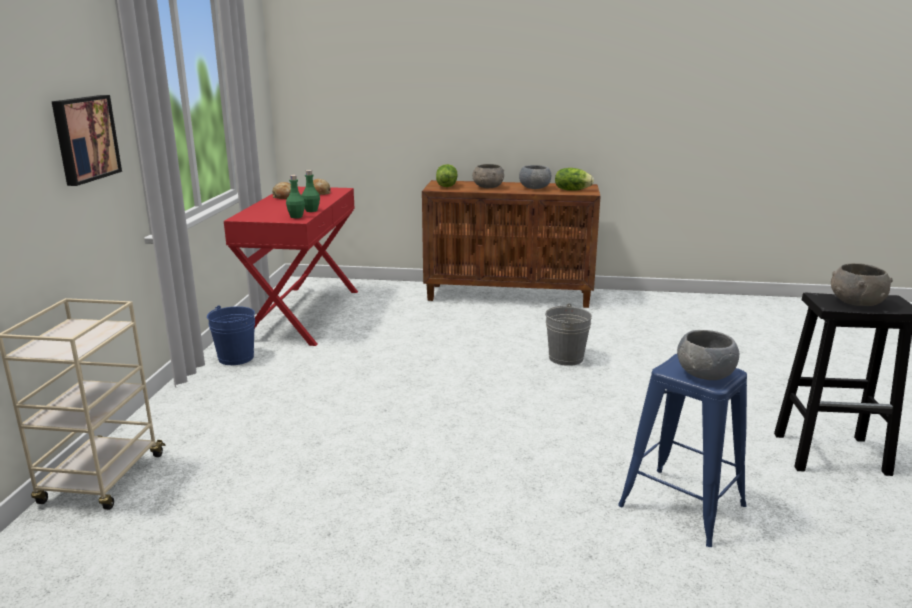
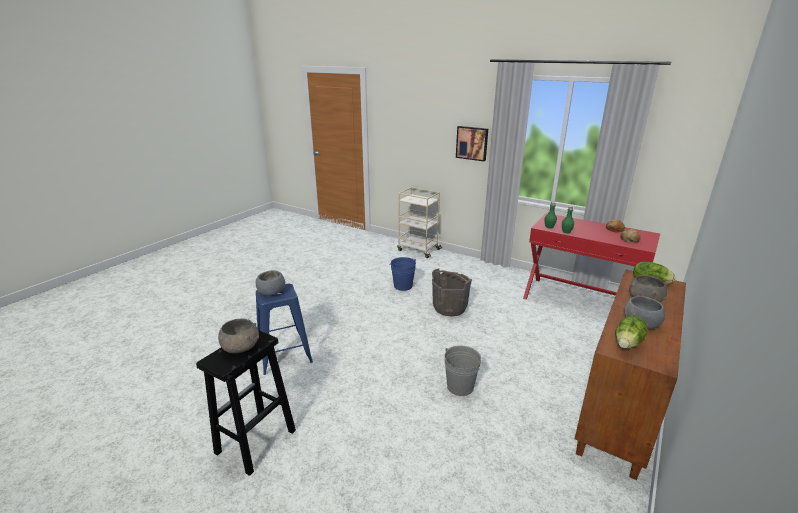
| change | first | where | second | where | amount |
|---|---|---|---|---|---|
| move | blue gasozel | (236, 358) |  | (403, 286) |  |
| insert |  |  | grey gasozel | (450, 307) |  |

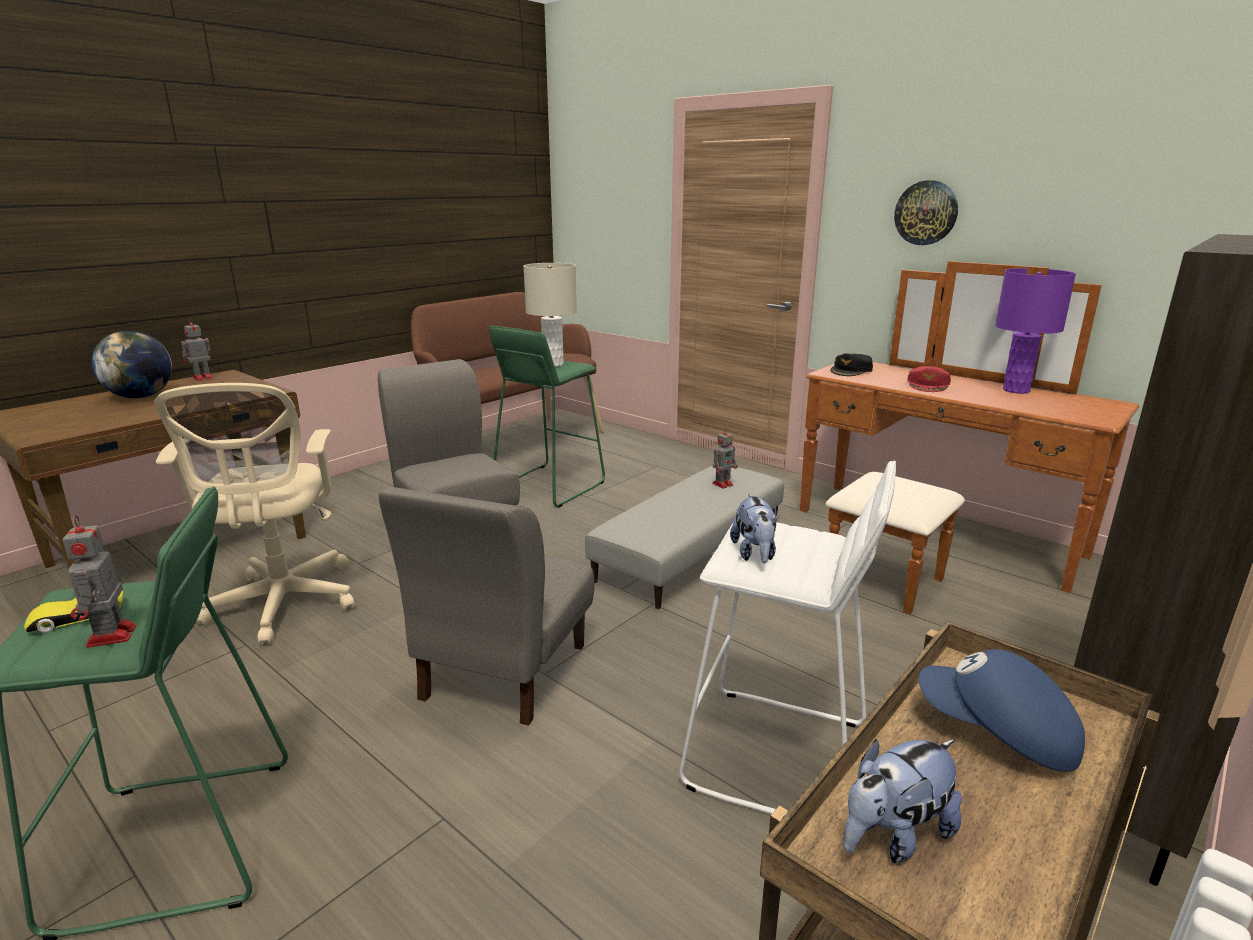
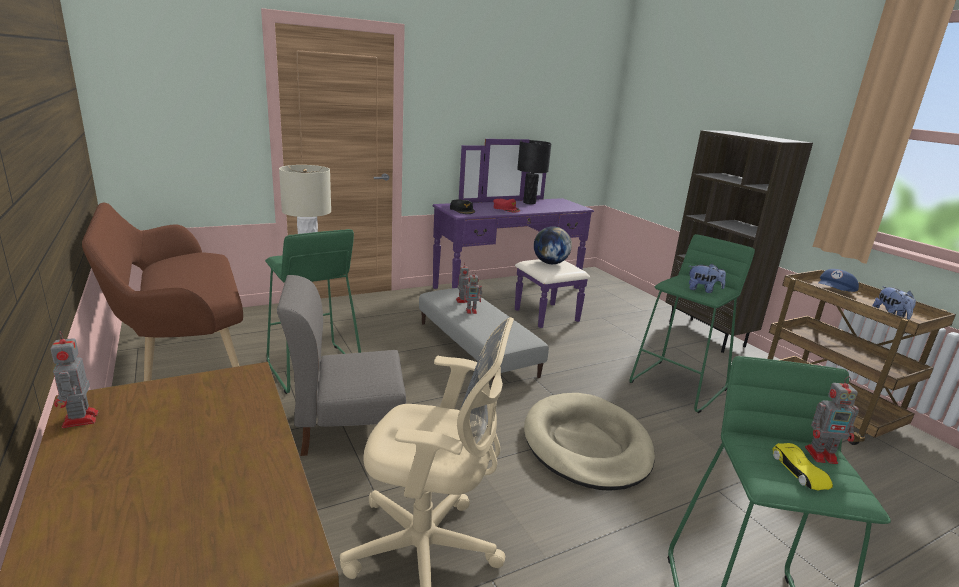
| change | first | where | second | where | amount |
|---|---|---|---|---|---|
| delete | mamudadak | (926, 213) |  |  |  |
| recolor | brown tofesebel | (926, 543) | purple tofesebel | (516, 293) |  |
| recolor | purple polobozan | (1016, 390) | black polobozan | (529, 202) |  |
| move | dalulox | (141, 396) |  | (550, 263) |  |
| recolor | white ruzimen | (776, 757) | green ruzimen | (678, 385) |  |
| replace | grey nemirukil | (503, 671) | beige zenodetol | (586, 445) |  |
| insert |  |  | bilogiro | (472, 311) |  |

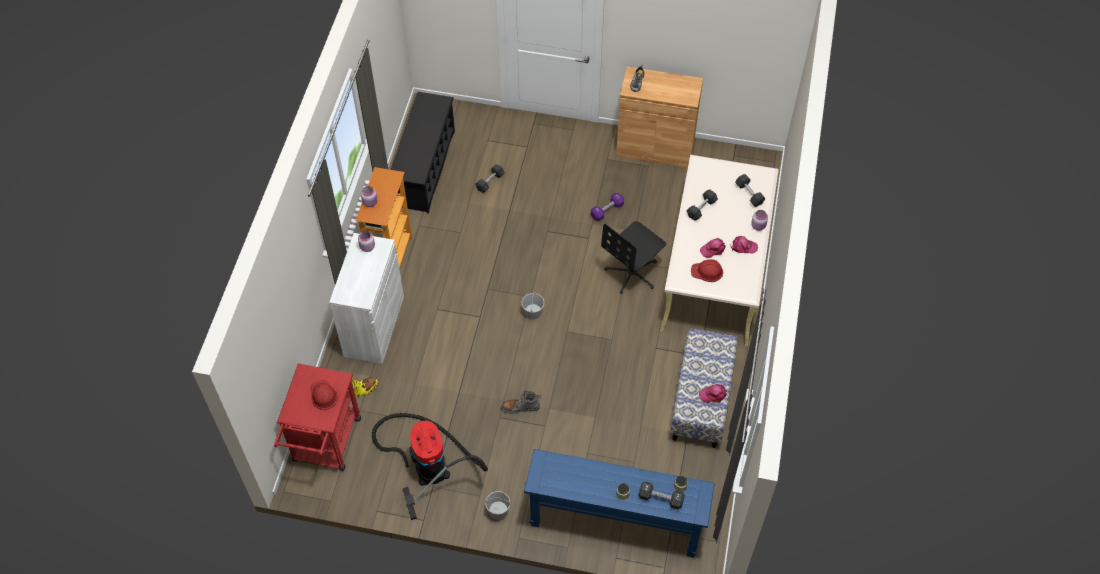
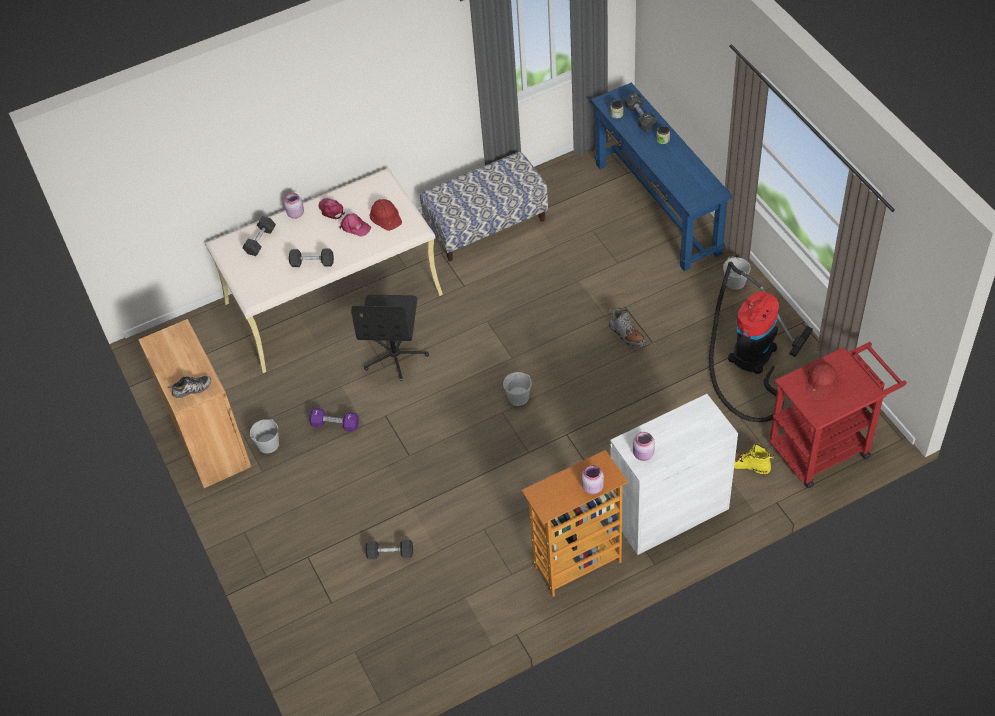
| change | first | where | second | where | amount |
|---|---|---|---|---|---|
| delete | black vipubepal | (425, 168) |  |  |  |
| rotate | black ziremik | (632, 273) |  | (395, 354) | 90 degrees clockwise |
| delete | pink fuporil | (713, 394) |  |  |  |
| insert |  |  | white gasozel | (268, 444) |  |

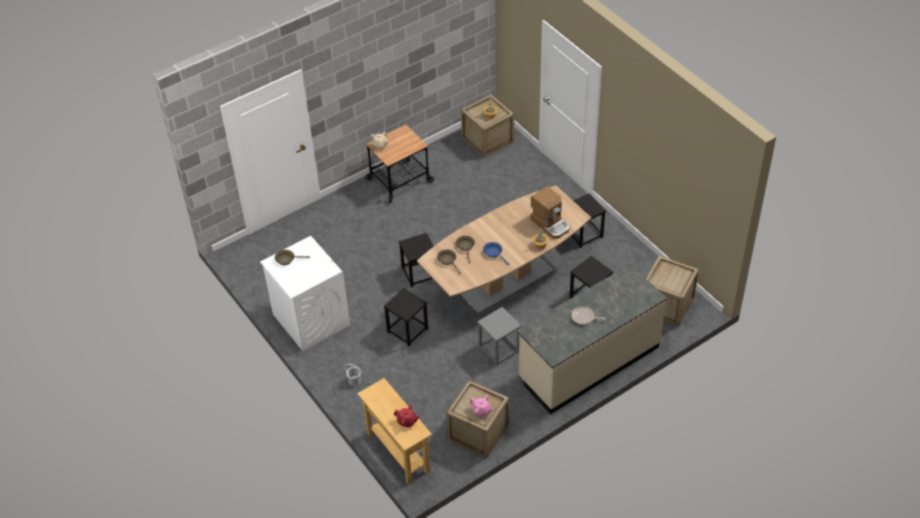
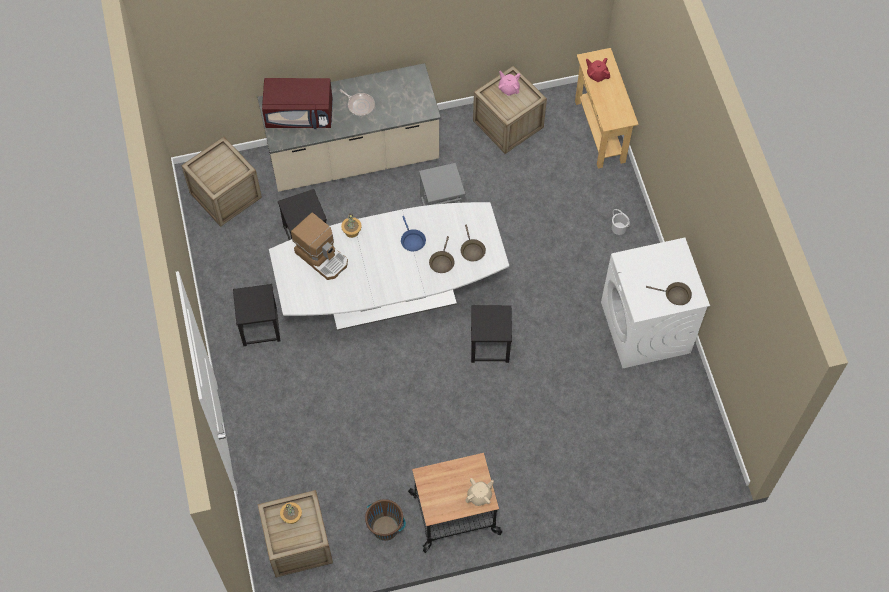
| change | first | where | second | where | amount |
|---|---|---|---|---|---|
| recolor | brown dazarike | (505, 280) | white dazarike | (391, 295) |  |
| rotate | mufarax | (551, 224) |  | (322, 257) | 150 degrees clockwise |
| delete | black ruzimen | (407, 330) |  |  |  |
| insert |  |  | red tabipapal | (300, 114) |  |
| insert |  |  | brown gasozel | (385, 528) |  |

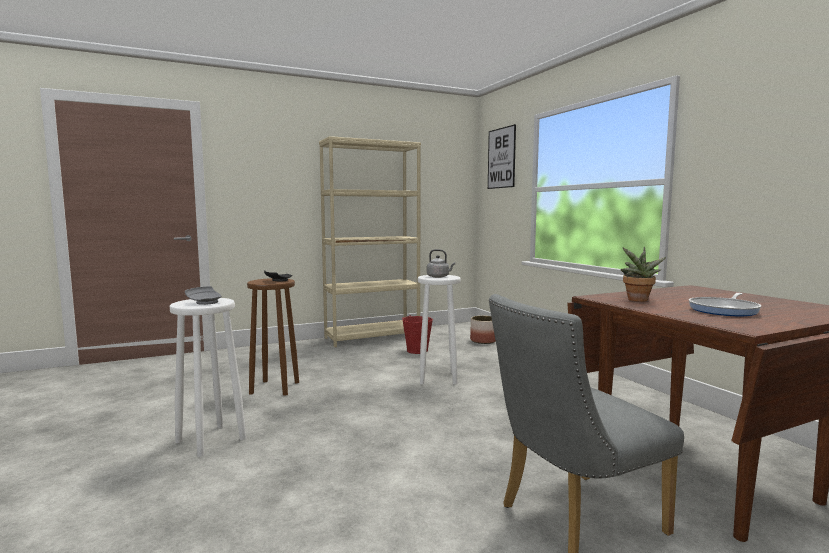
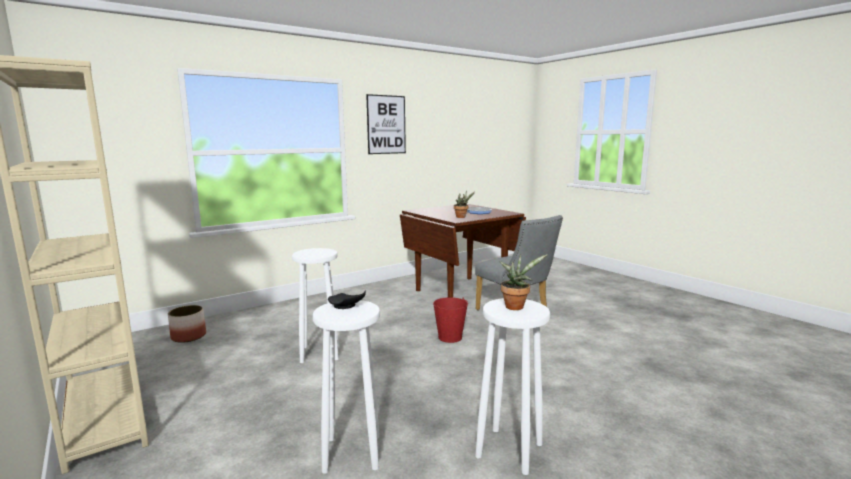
| change | first | where | second | where | amount |
|---|---|---|---|---|---|
| move | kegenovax | (501, 158) |  | (386, 124) |  |
| delete | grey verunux | (439, 277) |  |  |  |
| recolor | brown ruzimen | (275, 388) | white ruzimen | (352, 452) |  |
| replace | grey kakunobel | (205, 302) | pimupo | (516, 306) |  |
| move | red gasozel | (417, 350) |  | (450, 337) |  |

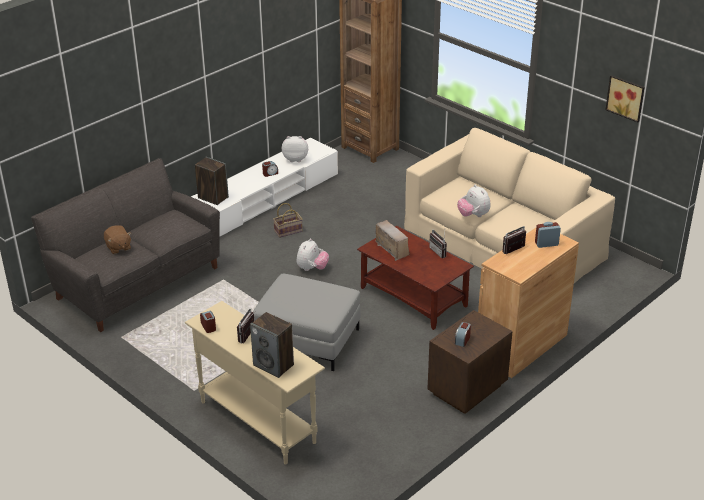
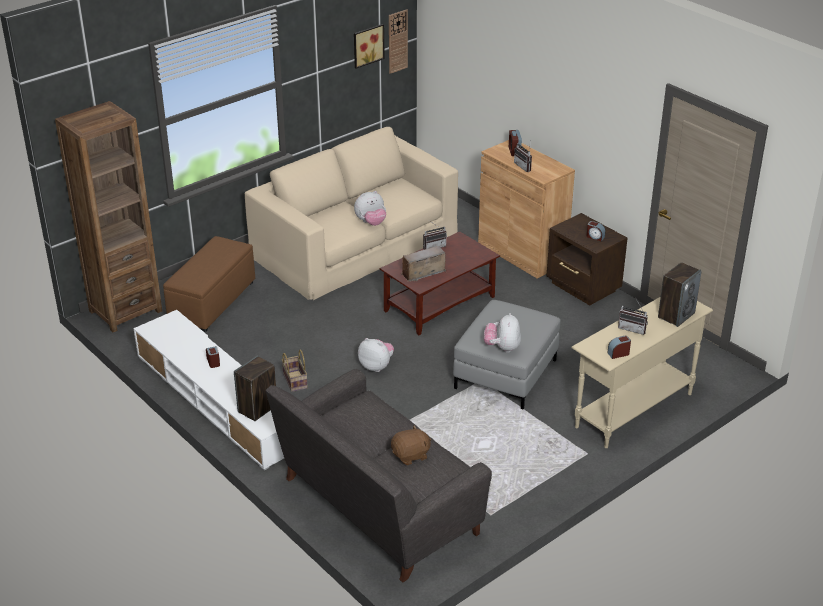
| change | first | where | second | where | amount |
|---|---|---|---|---|---|
| move | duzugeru | (295, 159) |  | (502, 348) |  |
| insert |  |  | mamudadak | (397, 41) |  |
| insert |  |  | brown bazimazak | (213, 301) |  |

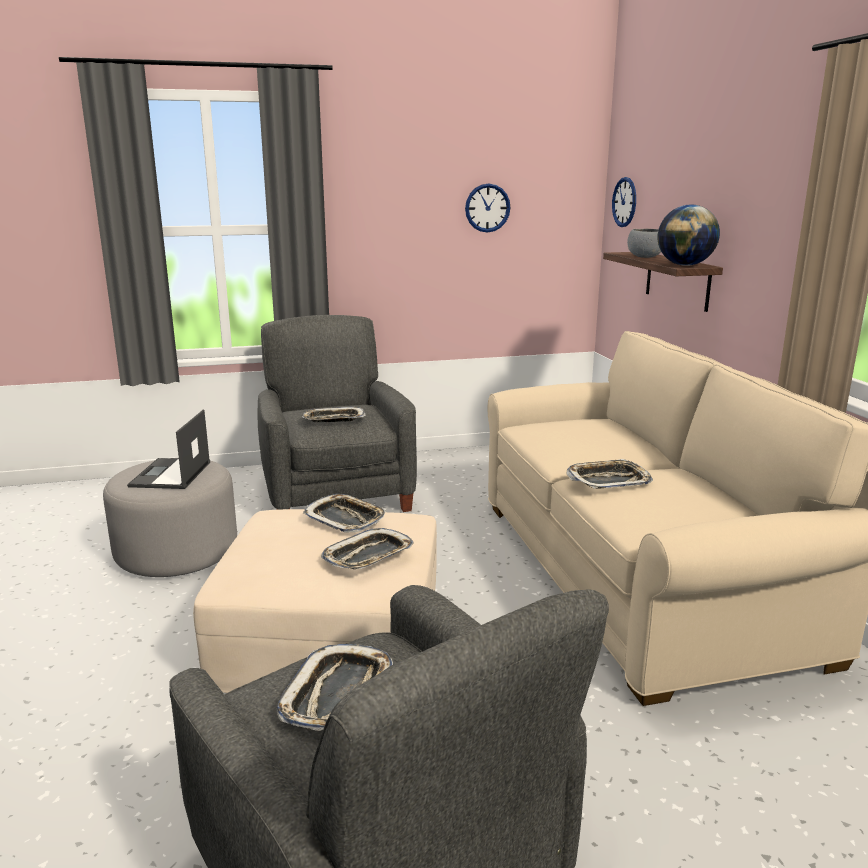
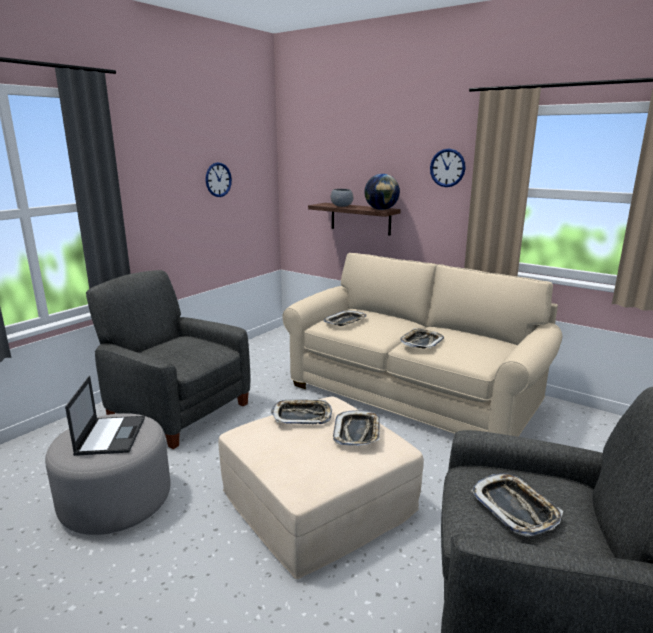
| change | first | where | second | where | amount |
|---|---|---|---|---|---|
| move | mamudadak | (624, 202) |  | (447, 168) |  |
| move | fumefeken | (333, 419) |  | (345, 321) |  |
| rotate | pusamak | (170, 475) |  | (111, 435) | 150 degrees counterclockwise |

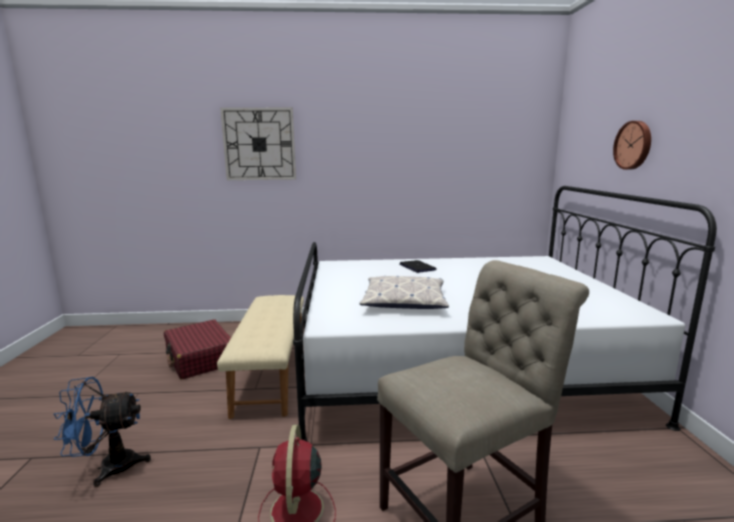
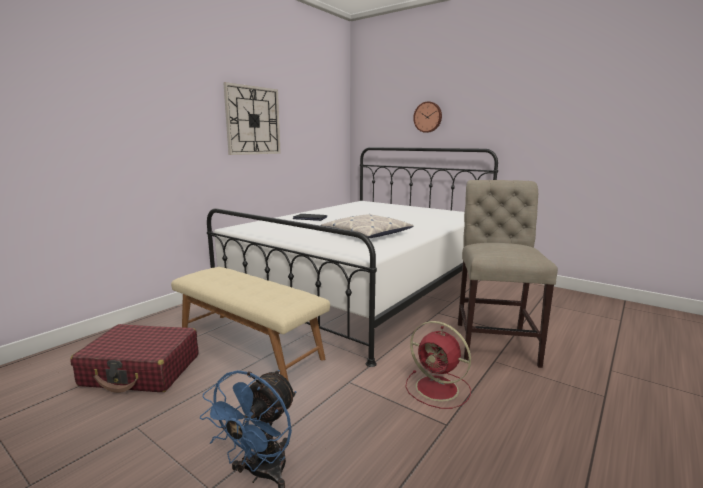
| change | first | where | second | where | amount |
|---|---|---|---|---|---|
| move | mamudadak | (259, 144) |  | (253, 120) |  |

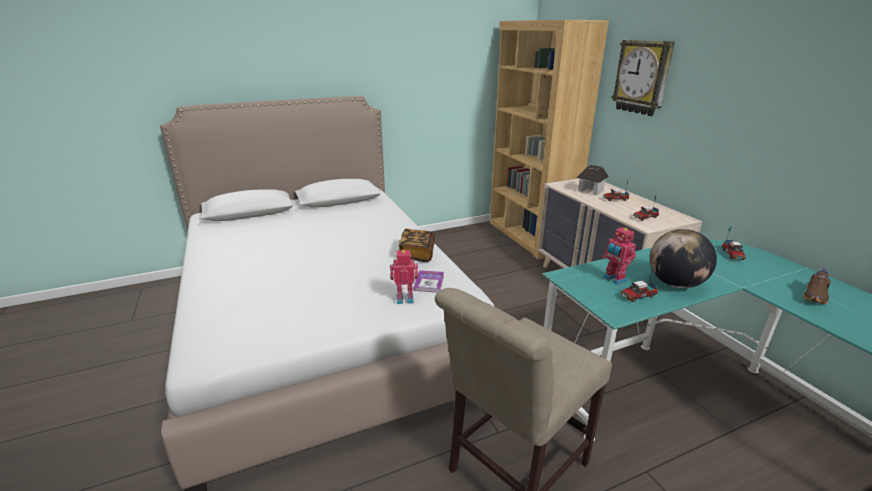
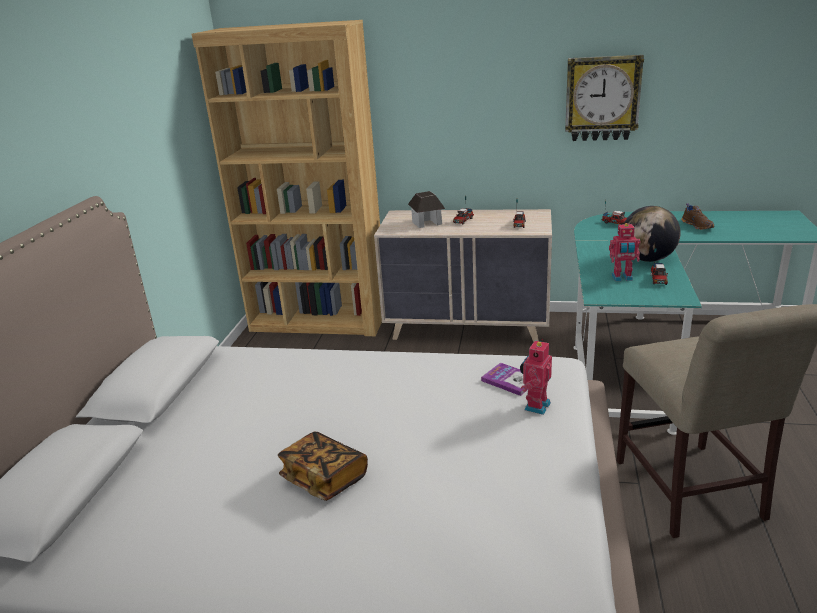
| change | first | where | second | where | amount |
|---|---|---|---|---|---|
| move | mamudadak | (642, 77) |  | (602, 98) |  |
| move | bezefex | (417, 254) |  | (324, 478) |  |

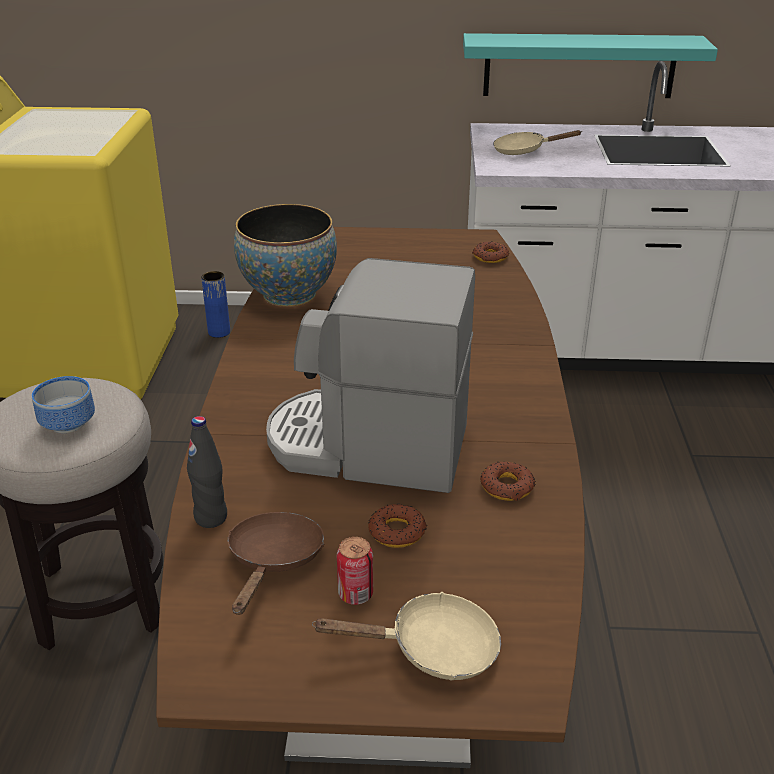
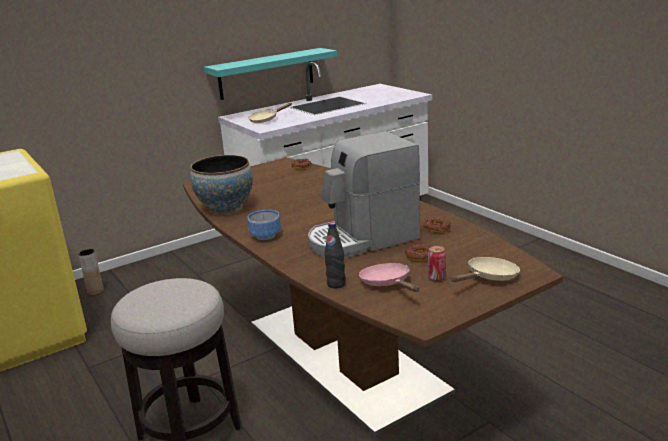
| change | first | where | second | where | amount |
|---|---|---|---|---|---|
| recolor | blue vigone | (219, 332) | brown vigone | (95, 291) |  |
| move | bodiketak | (70, 422) |  | (265, 235) |  |
| recolor | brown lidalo | (274, 561) | pink lidalo | (388, 283) |  |

